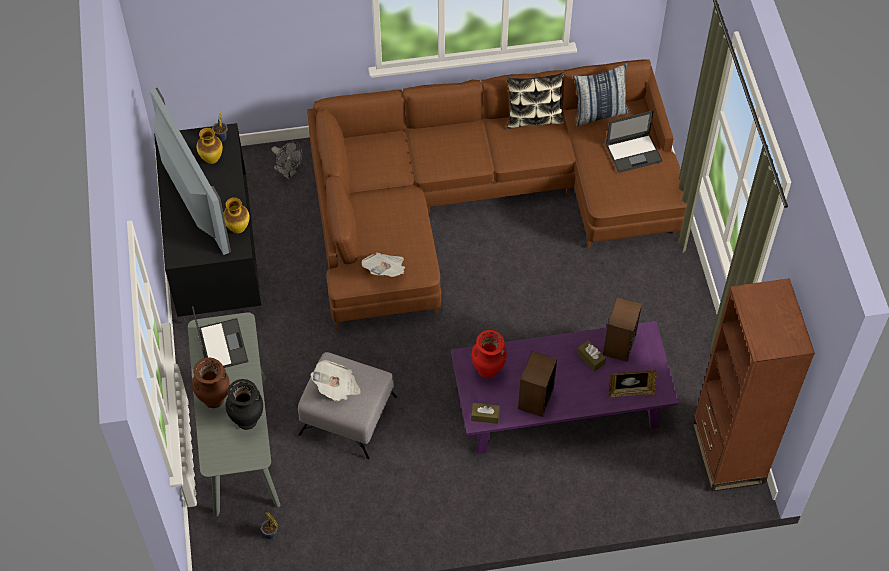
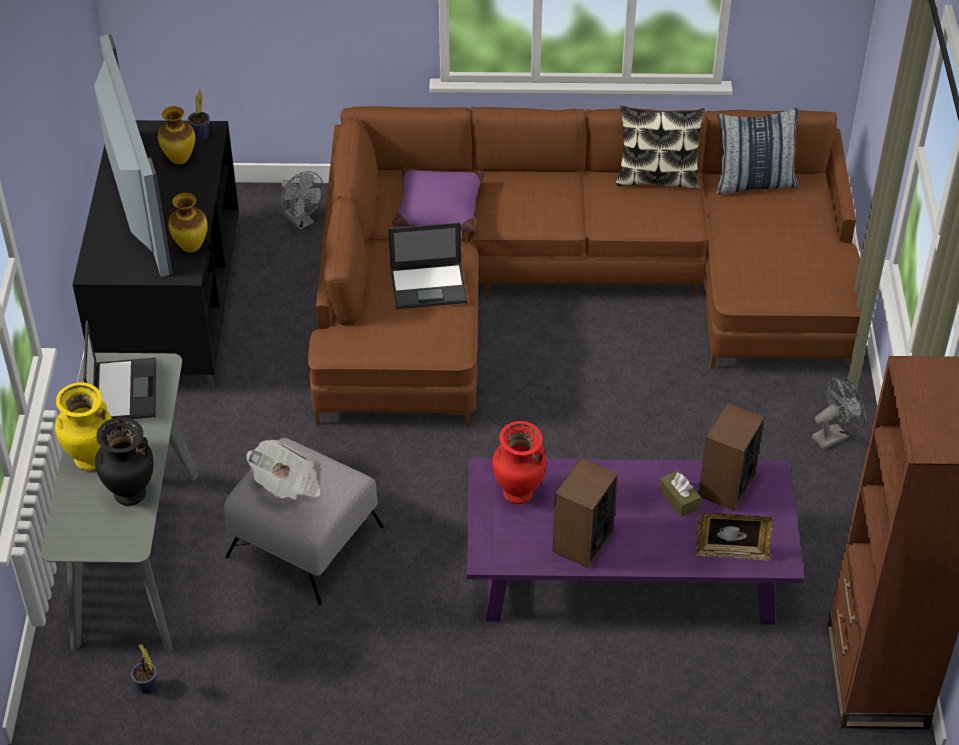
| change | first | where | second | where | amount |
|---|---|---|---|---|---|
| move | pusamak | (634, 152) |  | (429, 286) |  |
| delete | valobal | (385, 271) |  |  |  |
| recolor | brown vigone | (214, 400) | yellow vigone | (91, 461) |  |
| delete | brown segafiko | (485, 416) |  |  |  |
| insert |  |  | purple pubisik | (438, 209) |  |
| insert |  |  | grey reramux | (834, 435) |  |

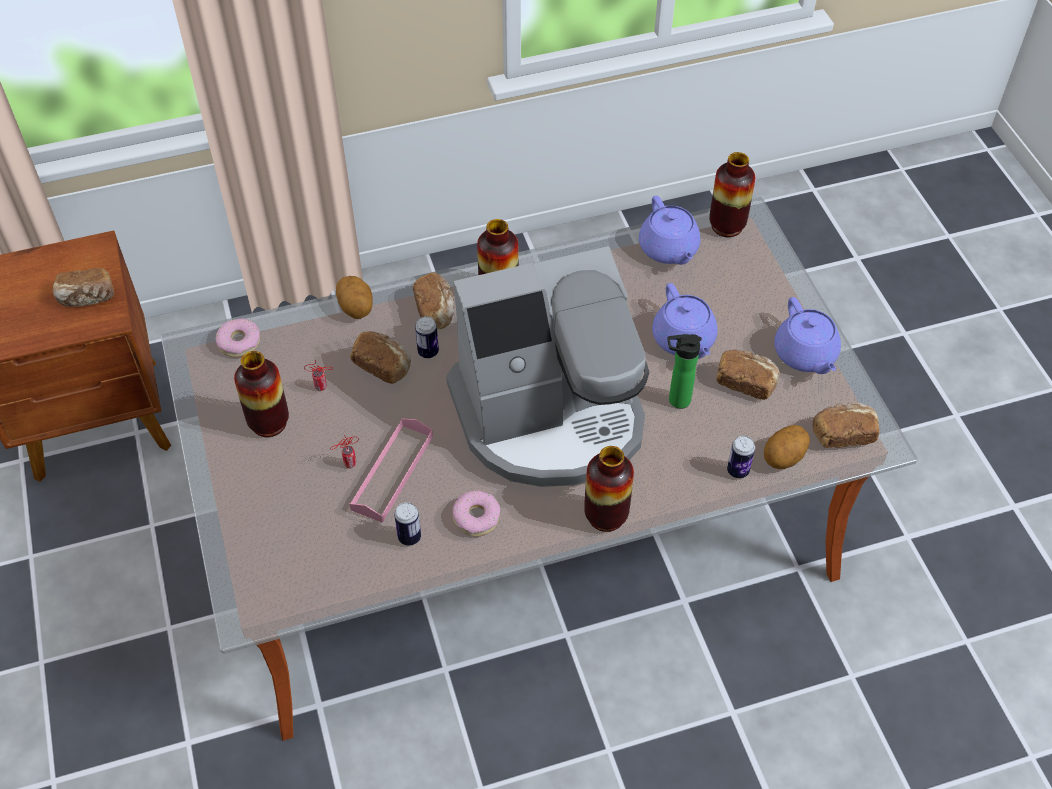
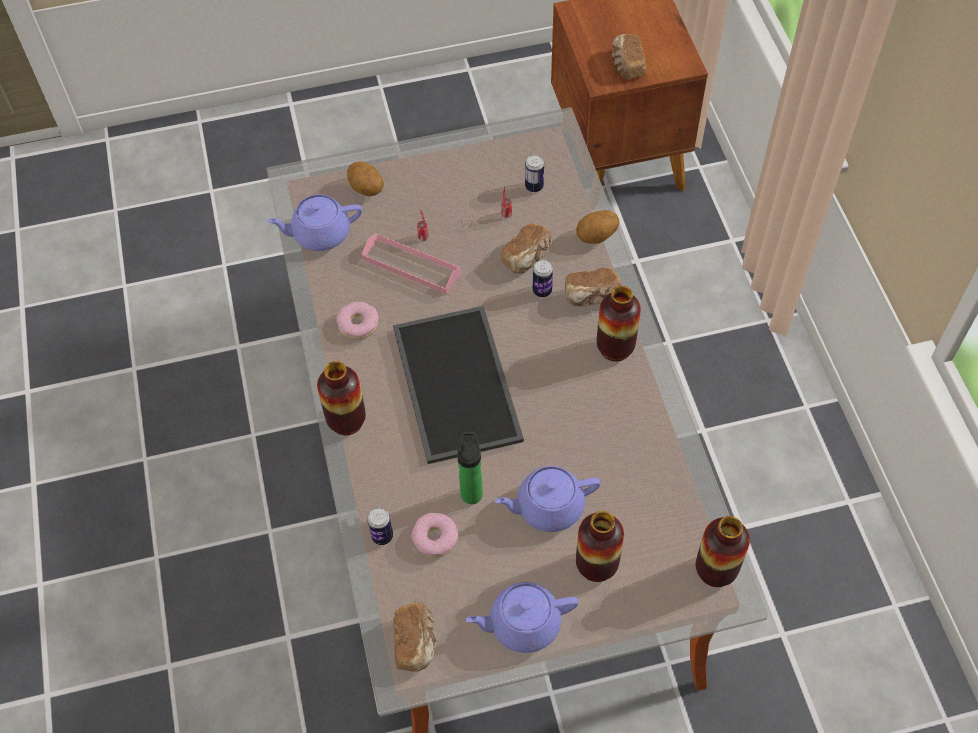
| change | first | where | second | where | amount |
|---|---|---|---|---|---|
| move | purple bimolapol | (669, 249) |  | (319, 234) |  |
| replace | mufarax | (551, 417) | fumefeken | (459, 384) |  |
| move | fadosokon | (239, 342) |  | (435, 538) |  |
| delete | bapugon | (745, 382) |  |  |  |
| move | vigone | (269, 423) |  | (596, 565) |  |
| move | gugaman | (784, 458) |  | (366, 189) |  |
| move | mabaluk | (409, 537) |  | (534, 186) |  |

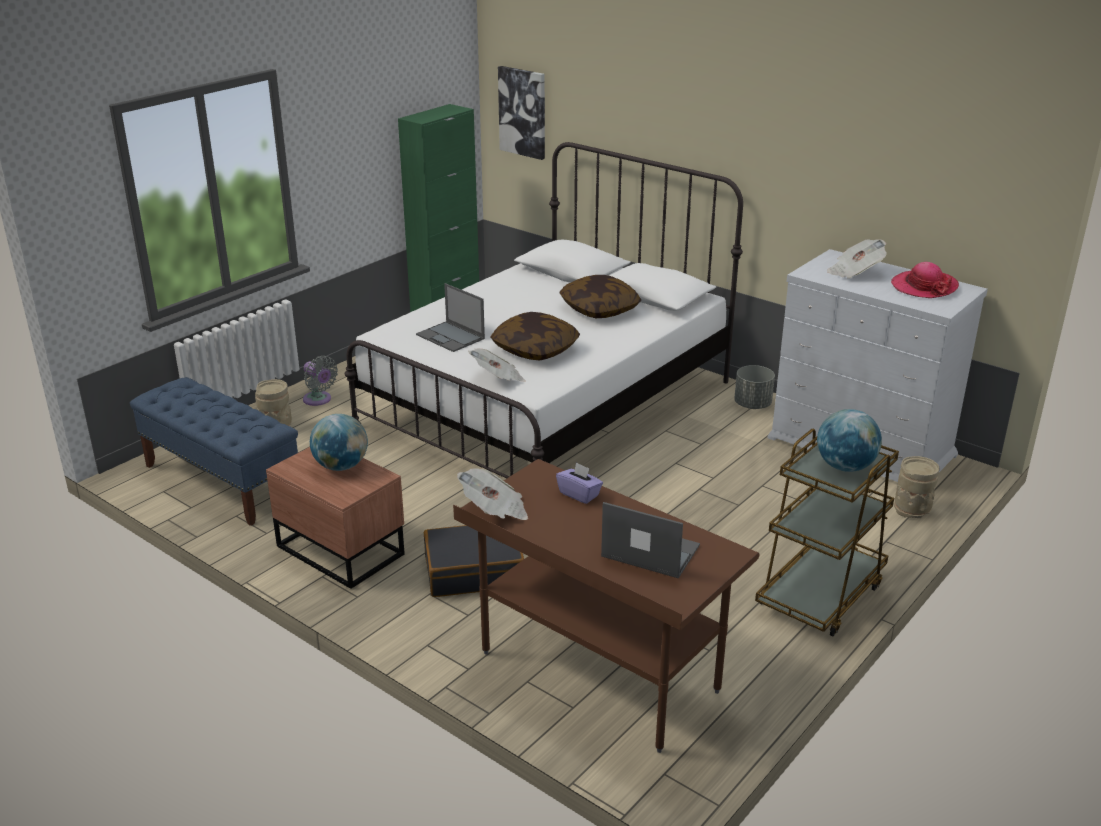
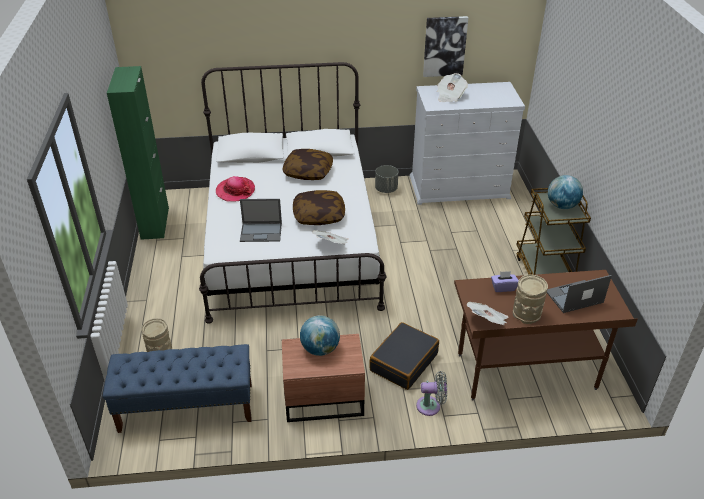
| change | first | where | second | where | amount |
|---|---|---|---|---|---|
| move | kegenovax | (523, 112) |  | (444, 46) |  |
| move | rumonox | (923, 287) |  | (235, 191) |  |
| move | grey reramux | (319, 400) |  | (431, 406) |  |
| move | beige vigone | (912, 509) |  | (527, 314) |  |

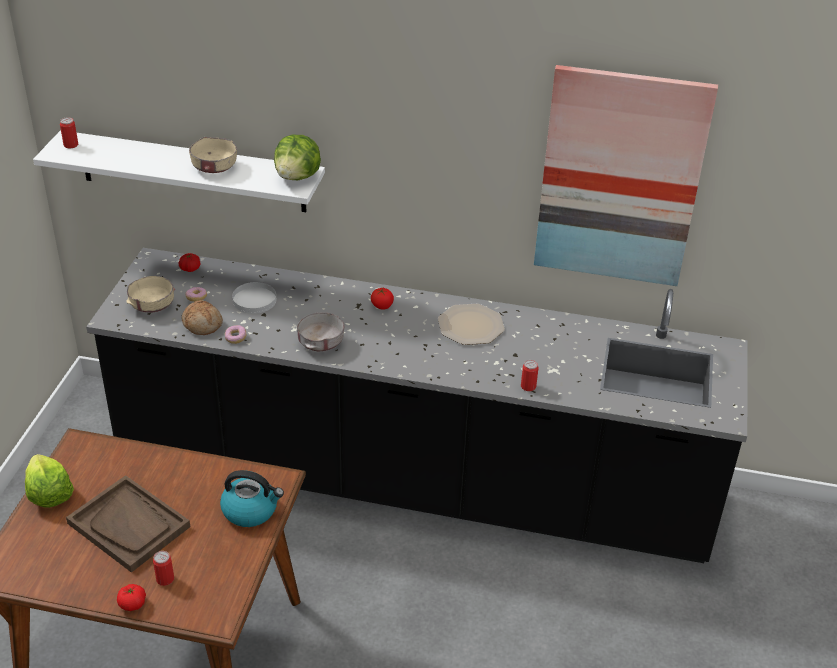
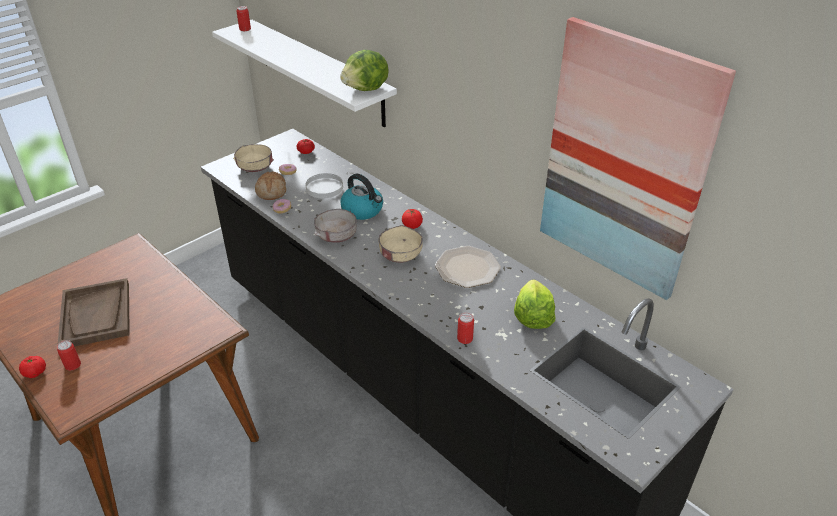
| change | first | where | second | where | amount |
|---|---|---|---|---|---|
| move | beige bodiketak | (214, 167) |  | (400, 255) |  |
| move | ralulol | (49, 493) |  | (532, 316) |  |
| move | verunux | (251, 510) |  | (363, 210) |  |

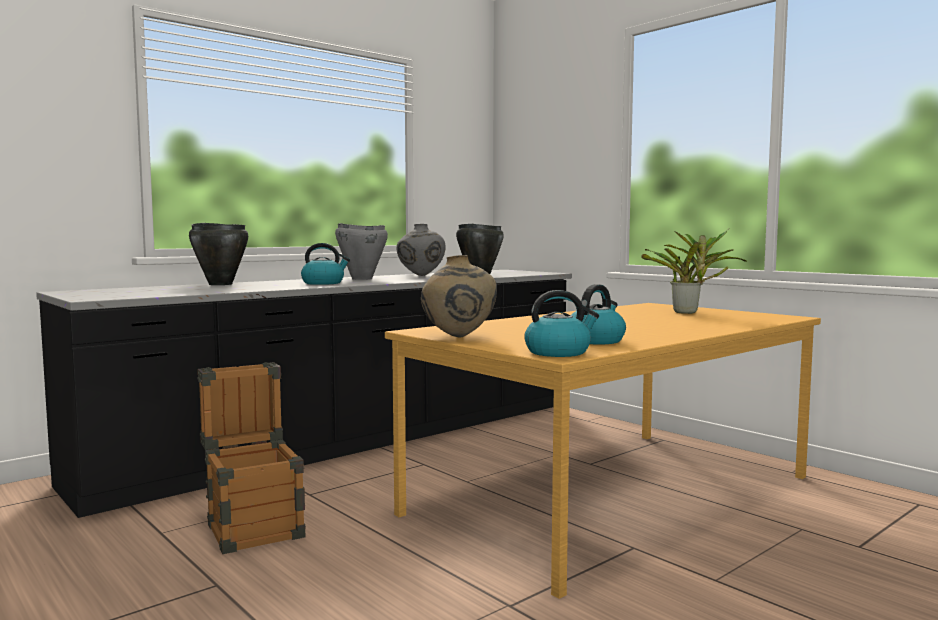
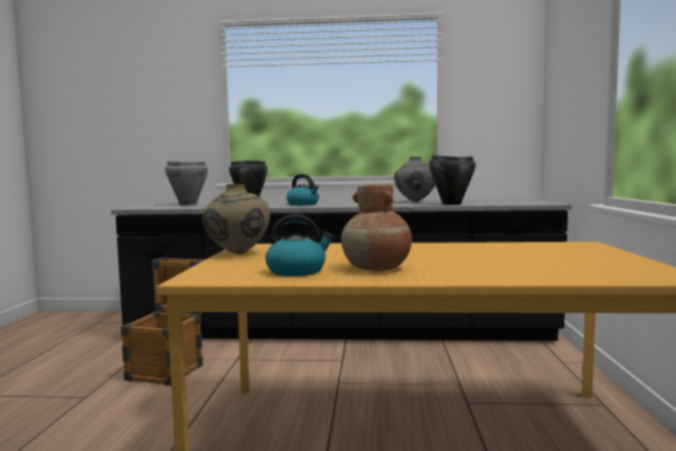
| change | first | where | second | where | amount |
|---|---|---|---|---|---|
| move | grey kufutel | (361, 279) |  | (188, 204) |  |
| delete | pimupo | (688, 313) |  |  |  |
| delete | verunux | (558, 352) |  |  |  |
| insert |  |  | brown vigone | (376, 268) |  |

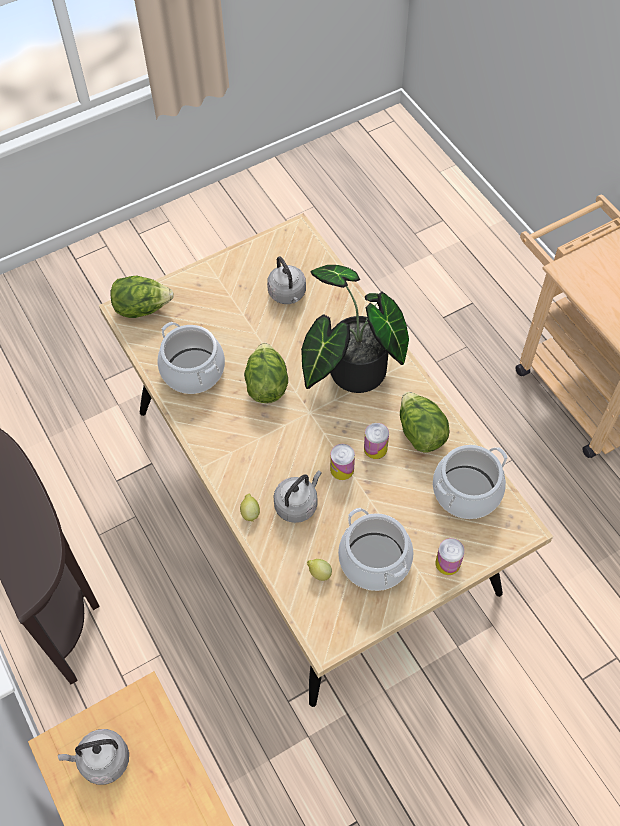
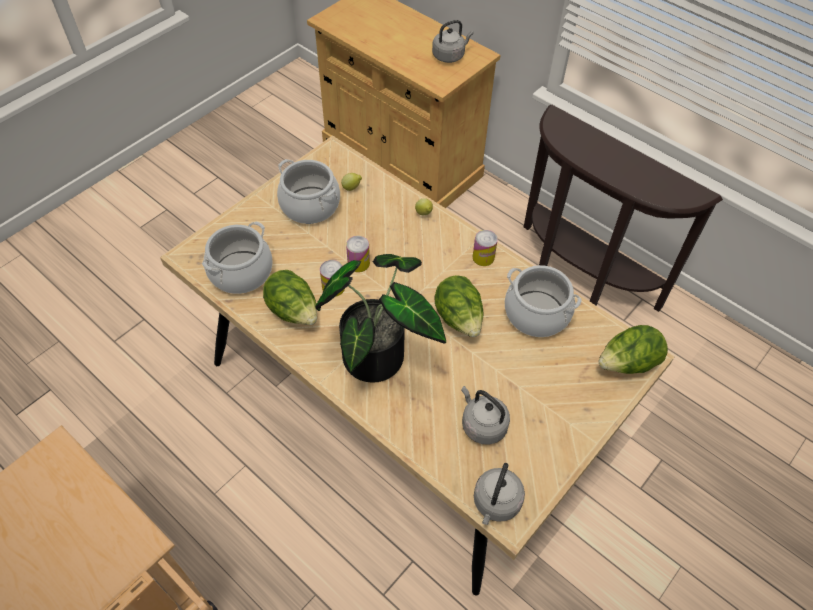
| change | first | where | second | where | amount |
|---|---|---|---|---|---|
| move | grey verunux | (297, 504) |  | (496, 503) |  |
| move | mabaluk | (447, 563) |  | (483, 257) |  |

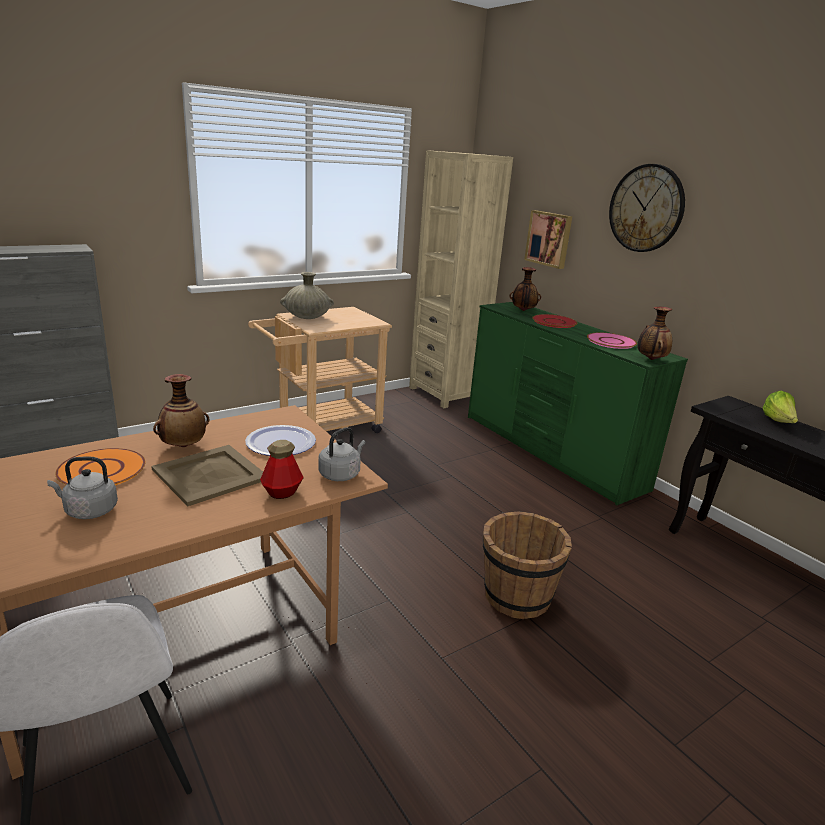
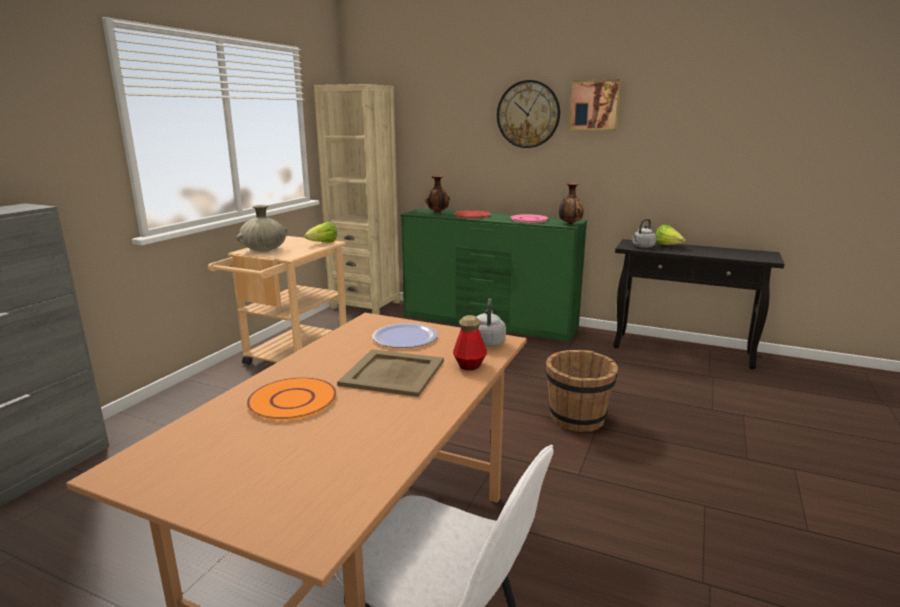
| change | first | where | second | where | amount |
|---|---|---|---|---|---|
| move | kegenovax | (549, 239) |  | (595, 105) |  |
| delete | vigone | (183, 446) |  |  |  |
| move | grey verunux | (88, 511) |  | (642, 246) |  |
| insert |  |  | ralulol | (322, 243) |  |

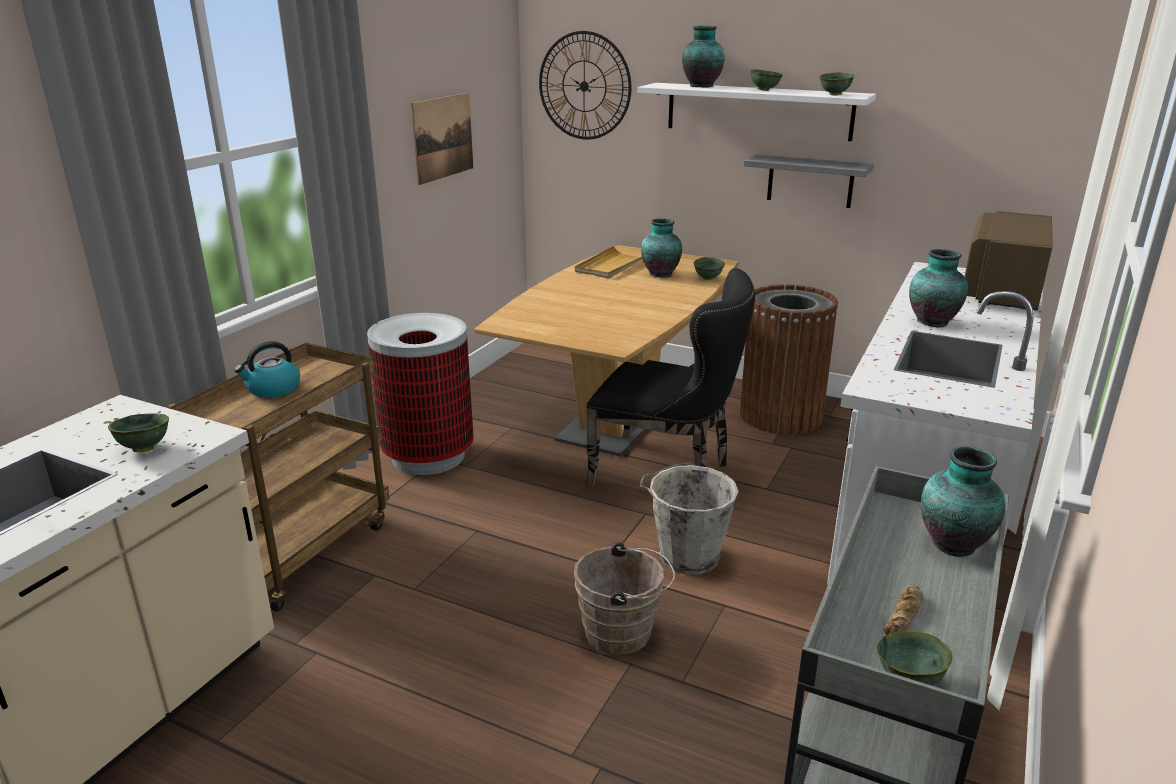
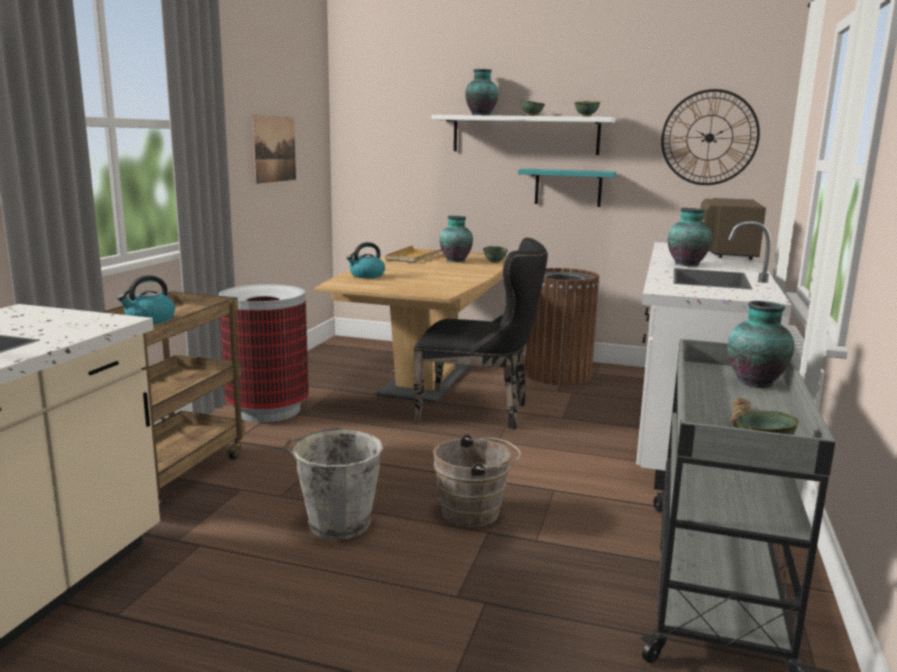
| change | first | where | second | where | amount |
|---|---|---|---|---|---|
| move | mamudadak | (584, 86) |  | (709, 137) |  |
| recolor | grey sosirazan | (810, 181) | turquoise sosirazan | (568, 187) |  |
| delete | green bodiketak | (143, 448) |  |  |  |
| move | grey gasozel | (686, 556) |  | (337, 524) |  |
| insert |  |  | verunux | (366, 276) |  |

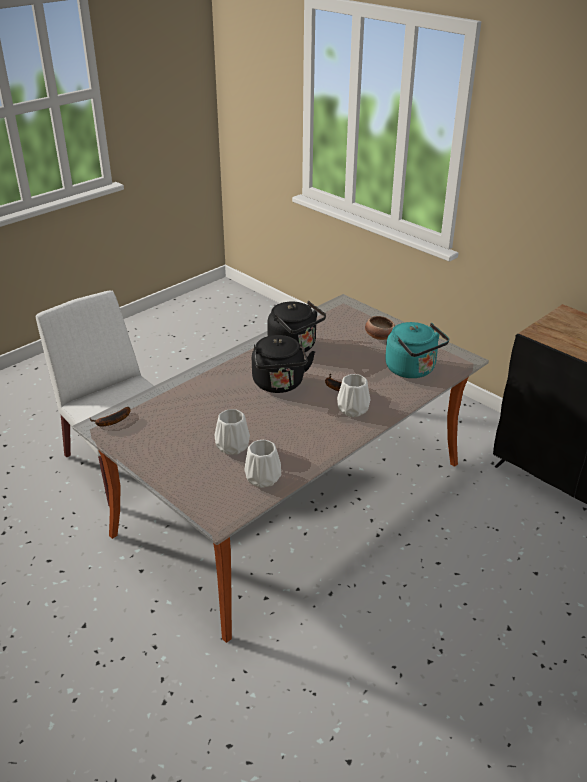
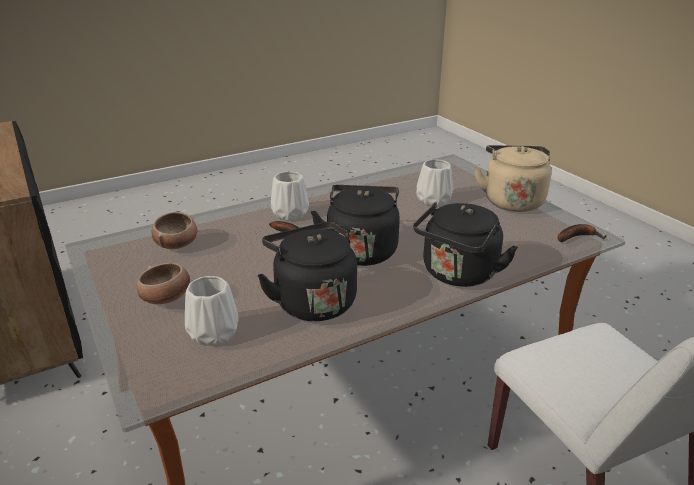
| change | first | where | second | where | amount |
|---|---|---|---|---|---|
| replace | turquoise verunux | (413, 370) | bodiketak | (177, 244) |  |
| move | white vigone | (262, 478) |  | (215, 332) |  |
| insert |  |  | beige verunux | (512, 200) |  |
| insert |  |  | black verunux | (457, 275) |  |

